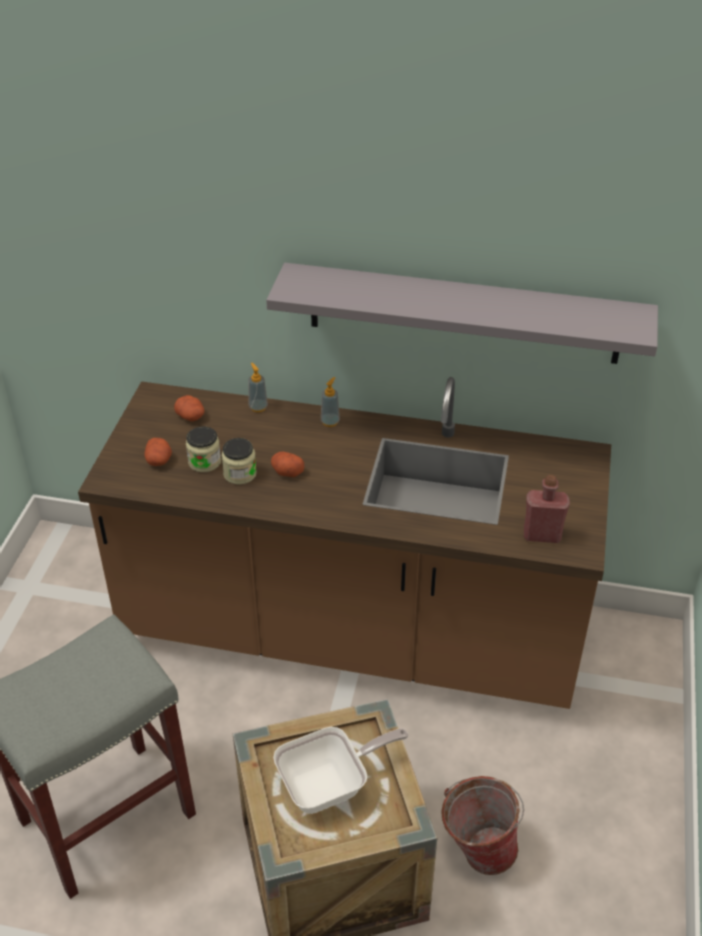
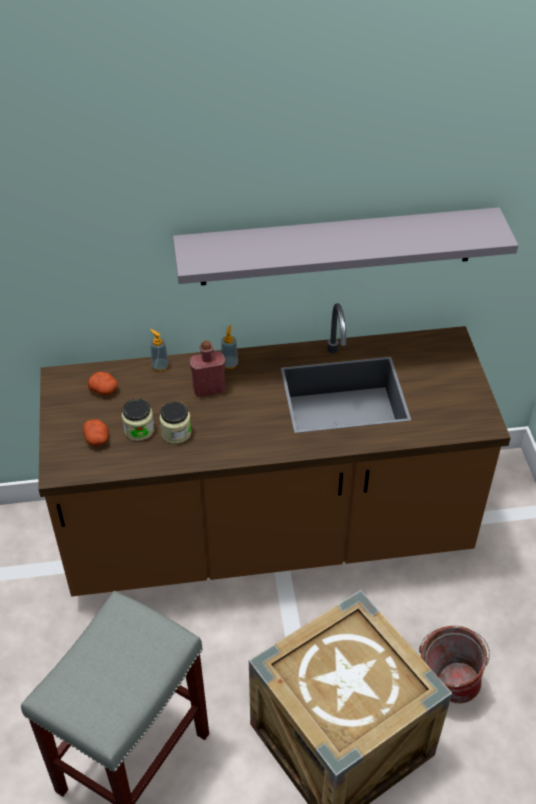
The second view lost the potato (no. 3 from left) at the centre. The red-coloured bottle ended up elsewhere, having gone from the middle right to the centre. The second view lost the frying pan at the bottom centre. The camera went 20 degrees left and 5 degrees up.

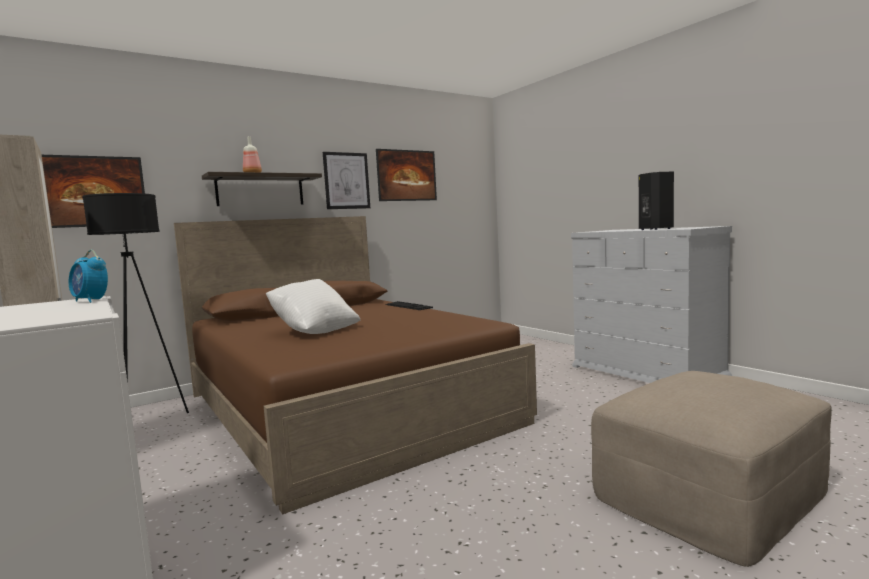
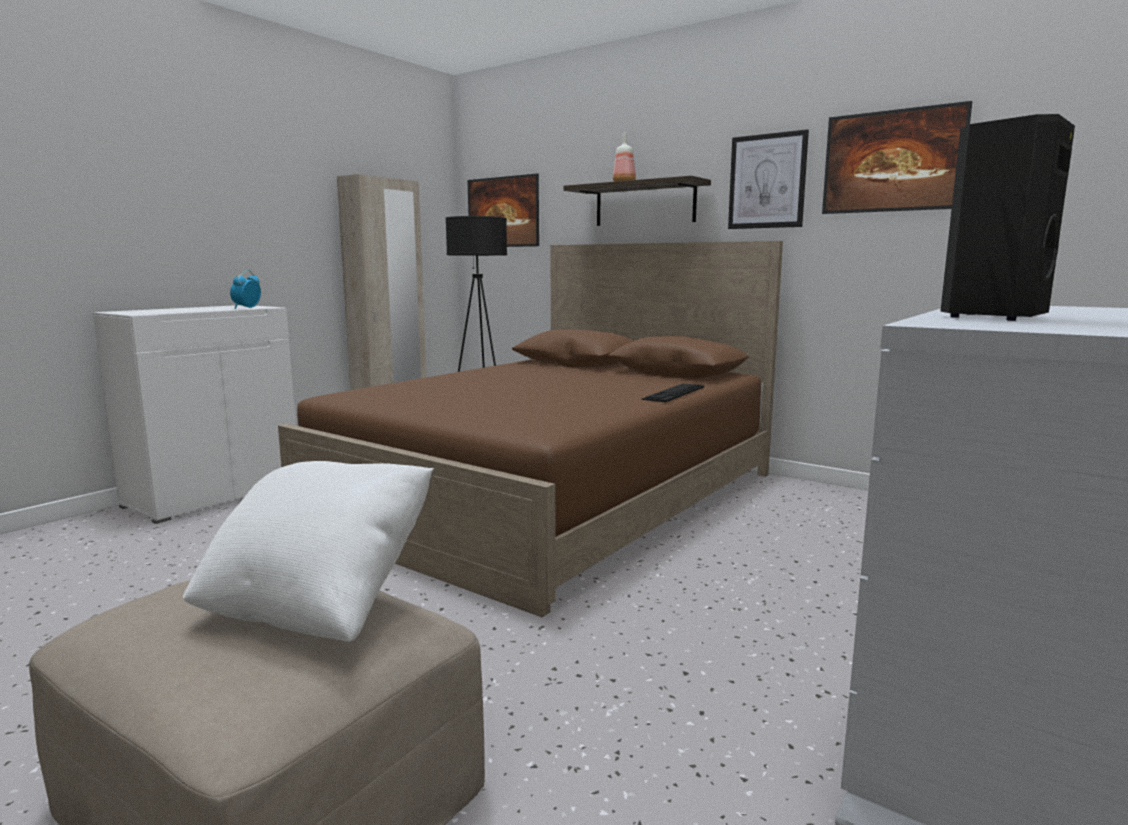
The white-coloured cushion ended up elsewhere, having gone from the centre to the bottom left. The camera went 70 degrees right and 5 degrees up.

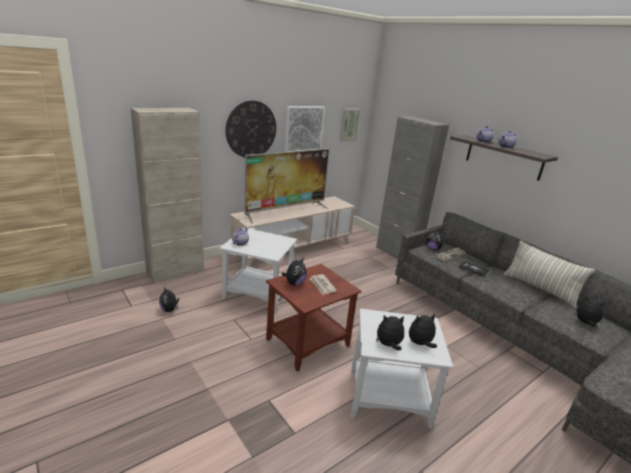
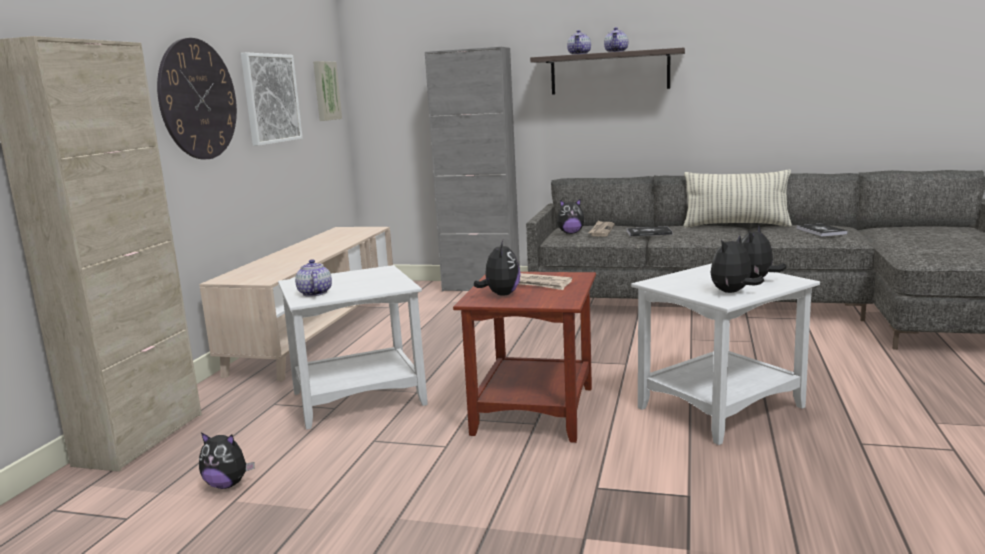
The second view lost the TV set at the centre. Where the cuddly toy (no. 6 from left) stood at the middle right, the book (no. 2 from left) came to stand at the middle right. The camera went 35 degrees left and 10 degrees down.

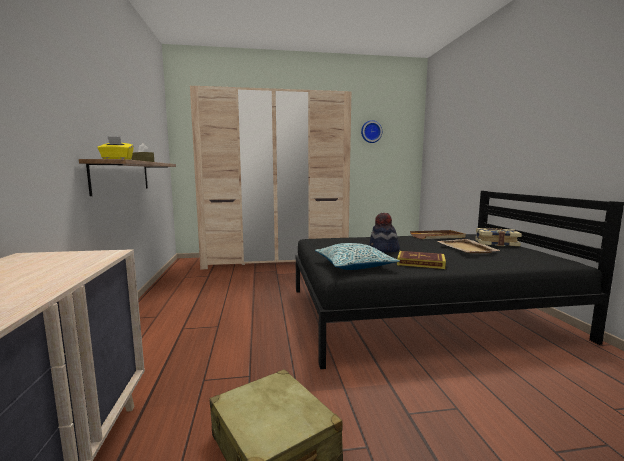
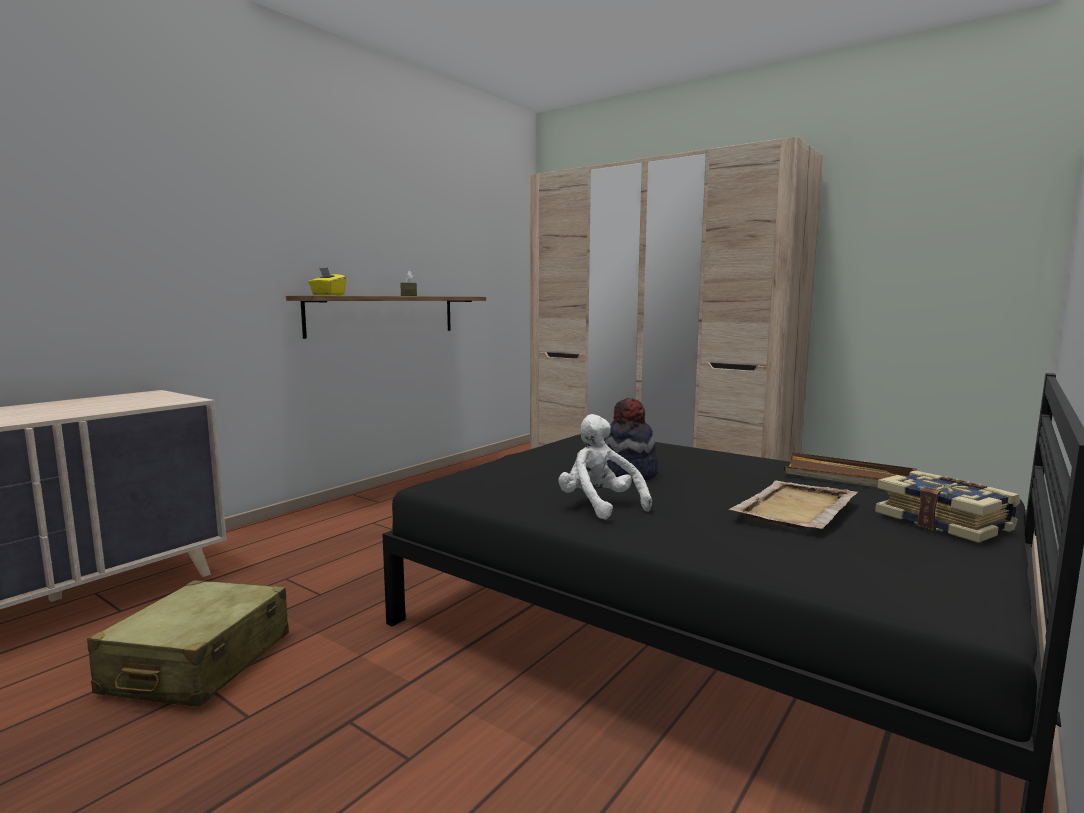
The second view lost the wall clock at the top centre. The second view lost the cushion at the centre. Where the book (no. 1 from left) stood at the middle right, the white-coloured cuddly toy came to stand at the centre. The camera went 45 degrees right and 0 degrees up.

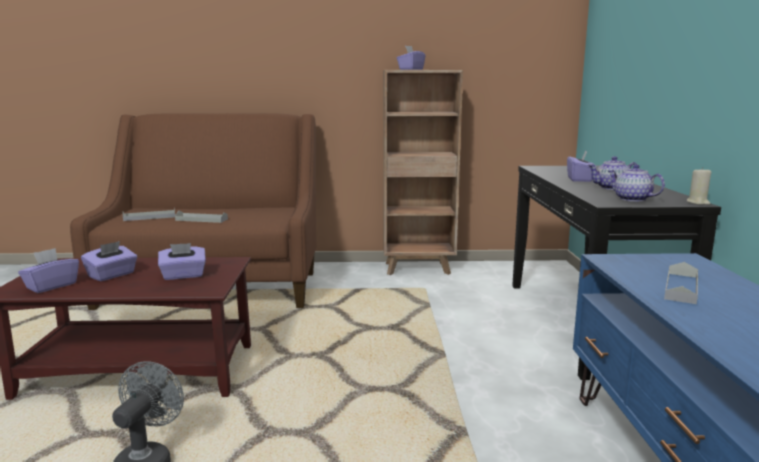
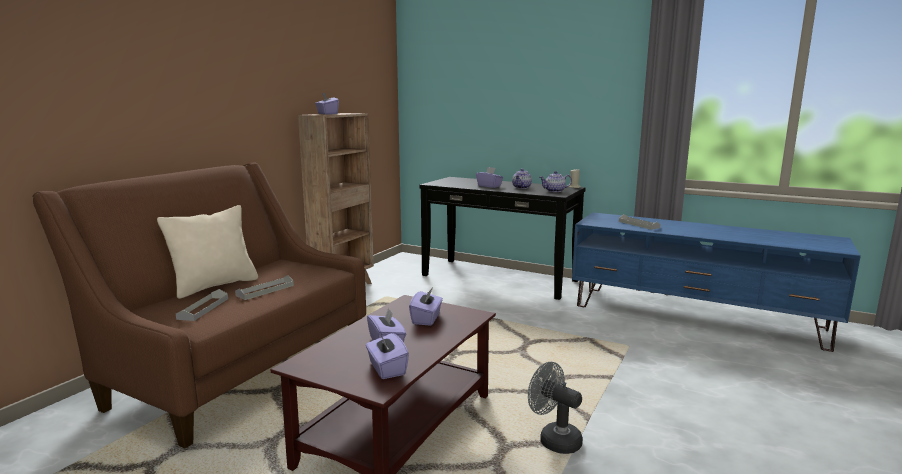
The second view gained the beige-coloured cushion at the middle left. The camera went 60 degrees left and 0 degrees up.

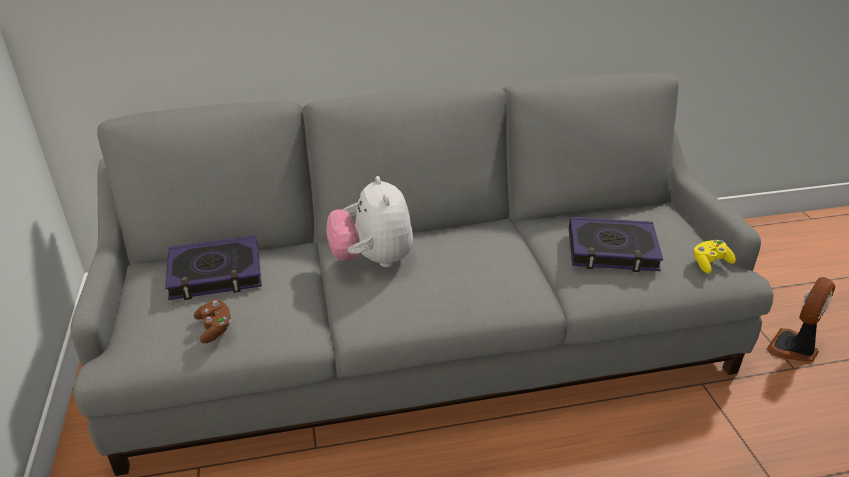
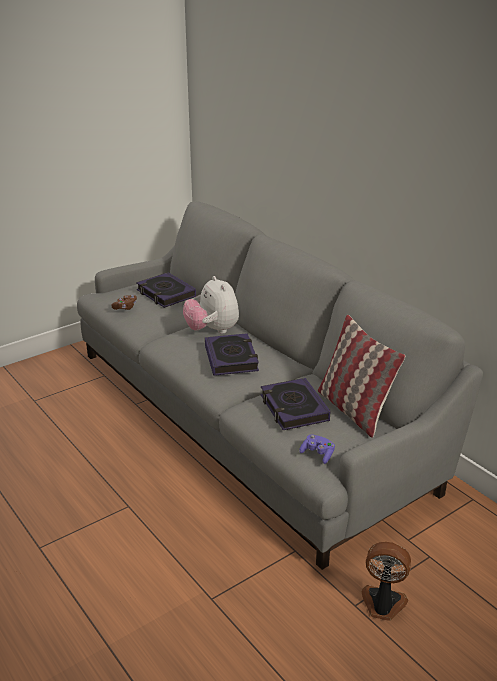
The cuddly toy at the centre ended up facing another way, 75 degrees counterclockwise from before. What was the yellow game controller at the middle right turned into the purple game controller at the centre. The second view gained the cushion at the middle right. The second view gained the book (no. 2 from left) at the centre. The camera went 65 degrees right and 5 degrees down.

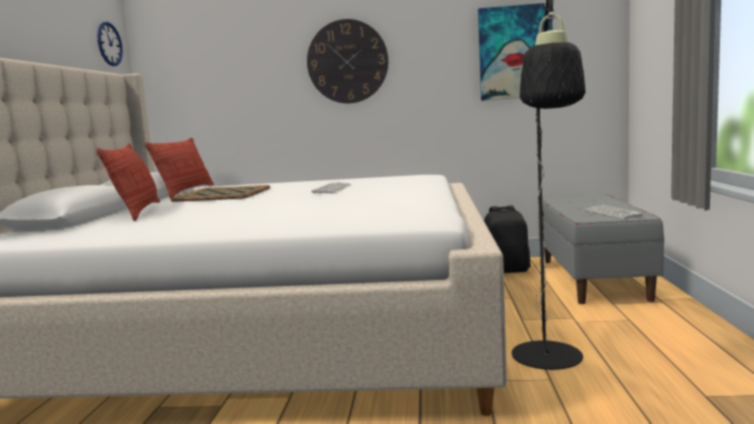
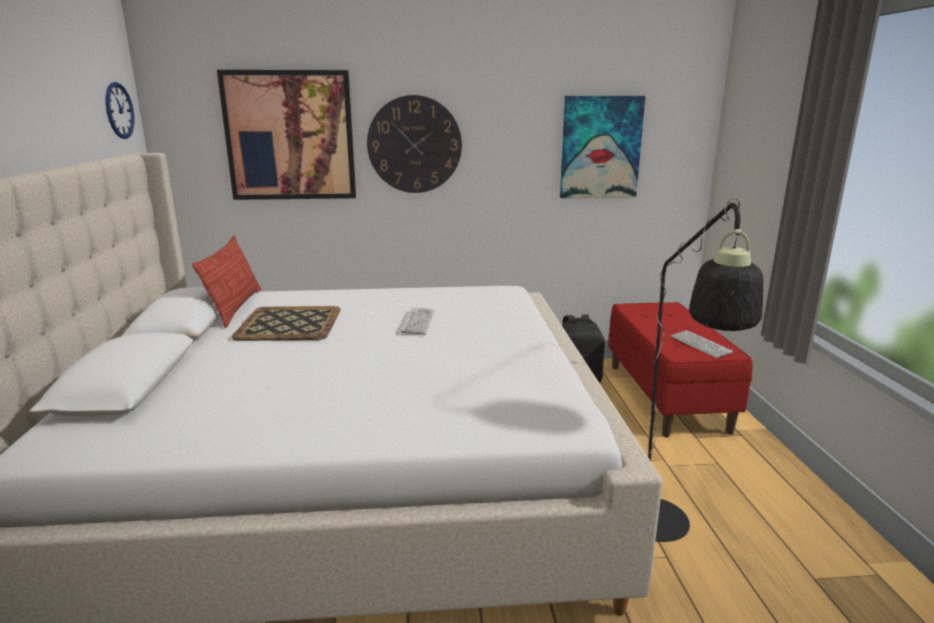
The second view lost the cushion (no. 1 from left) at the middle left. What was the grey indoor bench at the middle right turned into the red-coloured indoor bench at the middle right. The second view gained the wall art (no. 1 from left) at the top left. The camera went 10 degrees left and 10 degrees up.

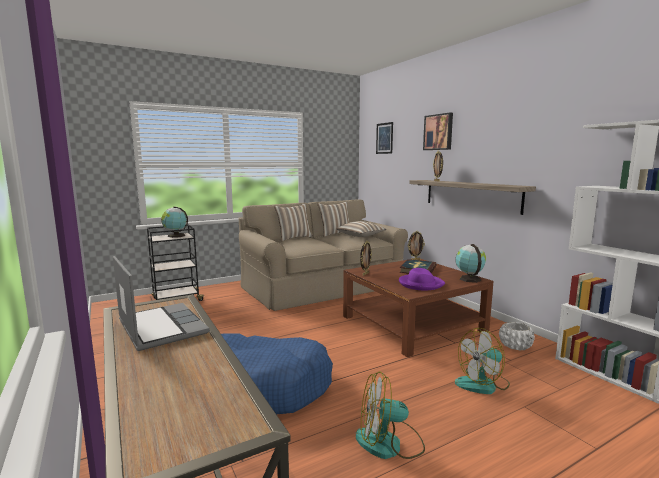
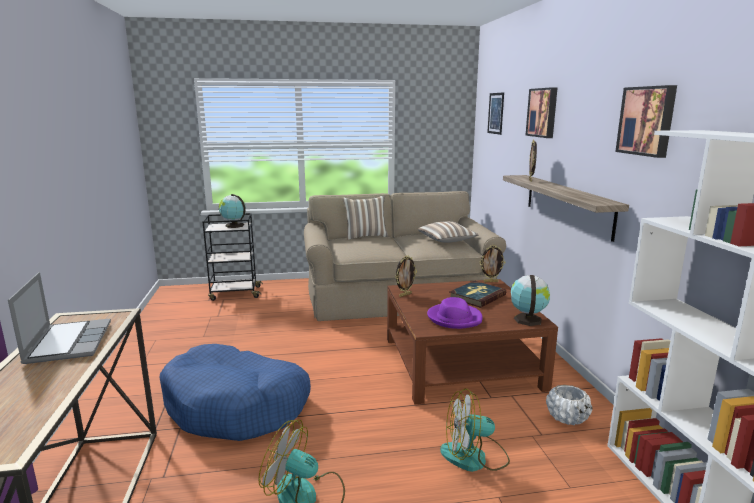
The second view lost the cushion (no. 2 from left) at the centre. The second view gained the wall art (no. 3 from left) at the top right. The camera went 20 degrees right and 5 degrees up.

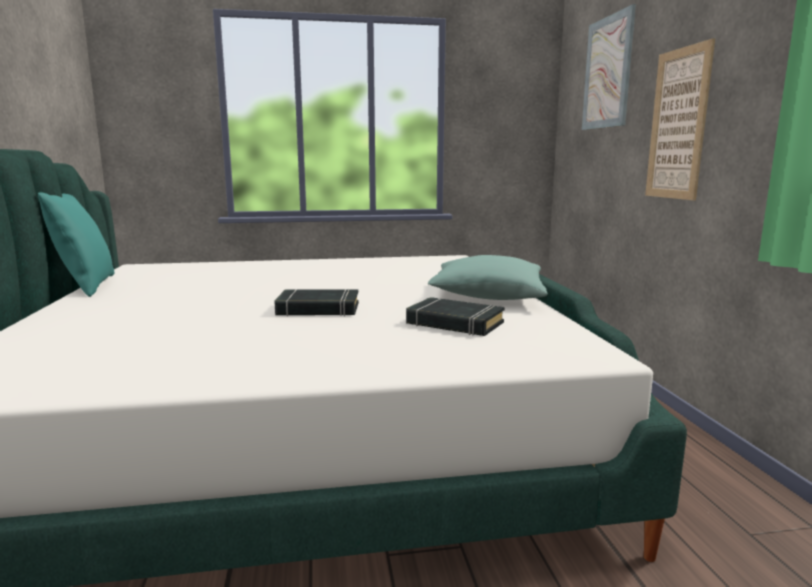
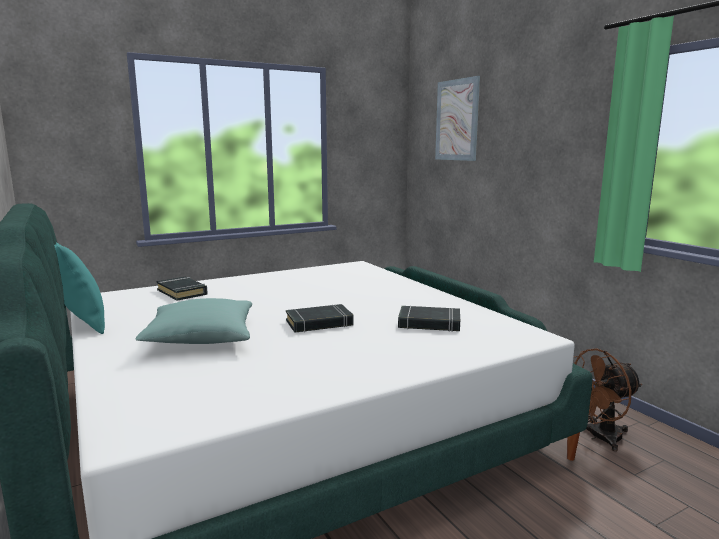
The second view lost the wall art (no. 2 from left) at the top right. The turquoise cushion (no. 2 from left) ended up elsewhere, having gone from the centre to the middle left. The second view gained the black book (no. 1 from left) at the middle left. The second view gained the brown fan at the bottom right. The camera went 20 degrees left and 0 degrees up.

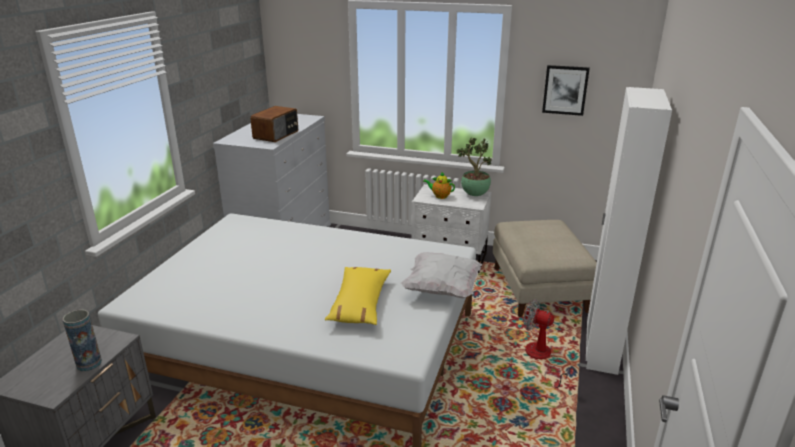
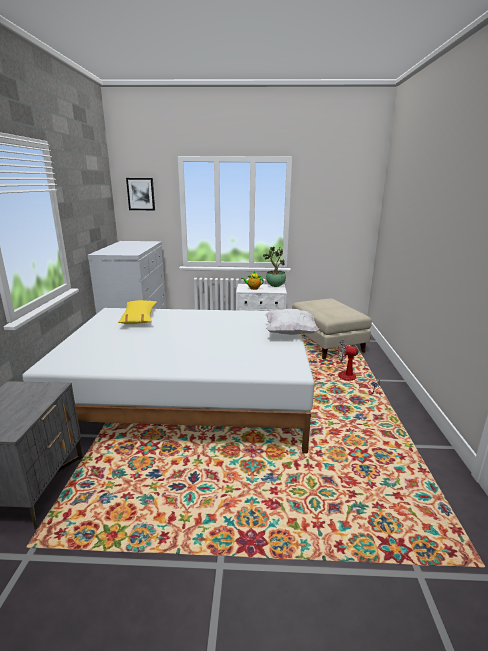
The wall art ended up elsewhere, having gone from the top right to the top left. The second view lost the white-coloured armoire at the middle right. The second view lost the radio receiver at the top centre. The yellow cushion ended up elsewhere, having gone from the centre to the middle left. The second view lost the flower vase at the bottom left. The camera went 15 degrees left and 5 degrees down.

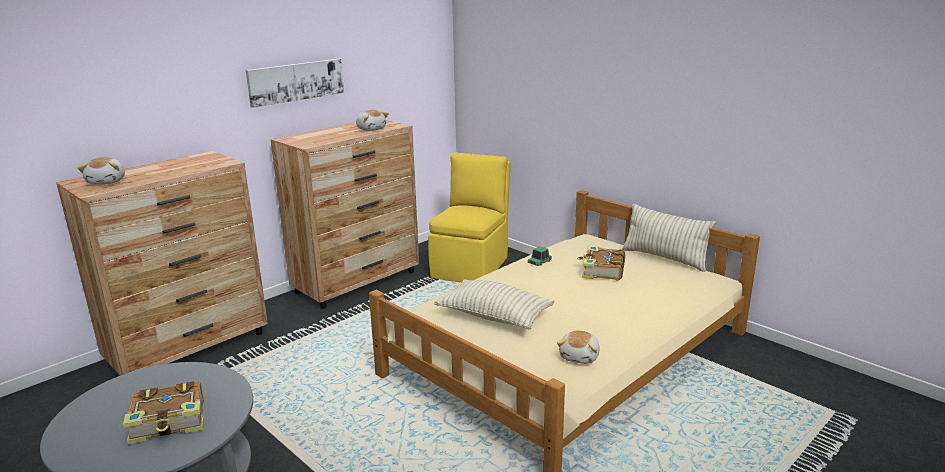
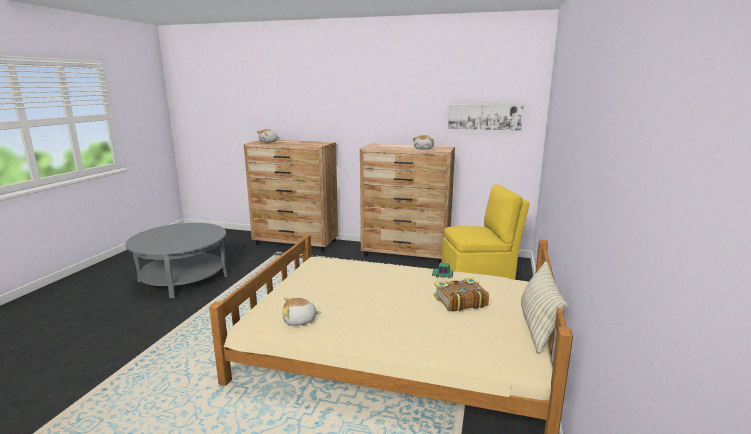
The wall art ended up elsewhere, having gone from the top left to the top centre. The second view lost the cushion (no. 1 from left) at the centre. The second view lost the book (no. 1 from left) at the bottom left. The camera went 60 degrees right and 5 degrees down.

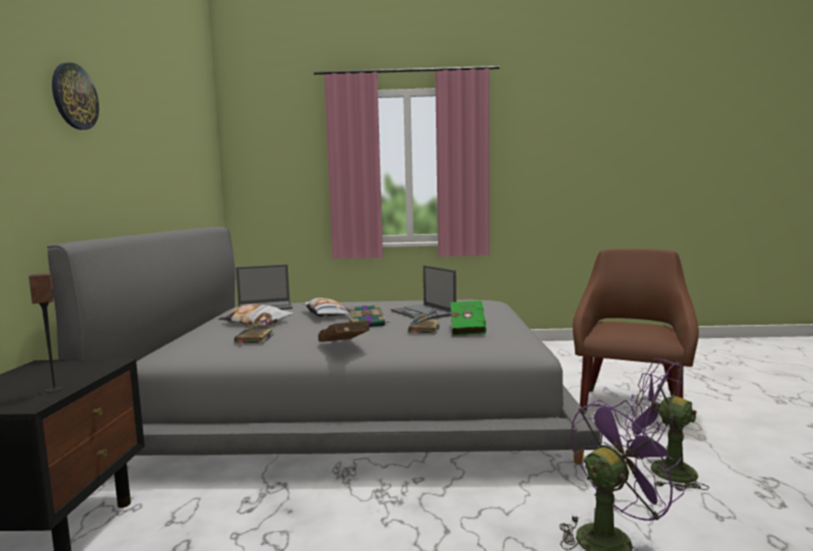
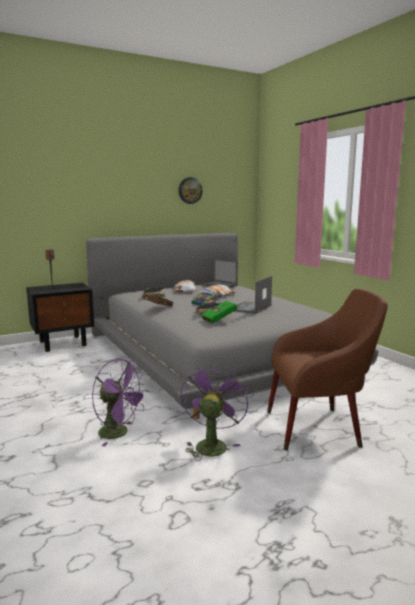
The wall clock ended up elsewhere, having gone from the top left to the top centre. The camera went 60 degrees right and 5 degrees up.

